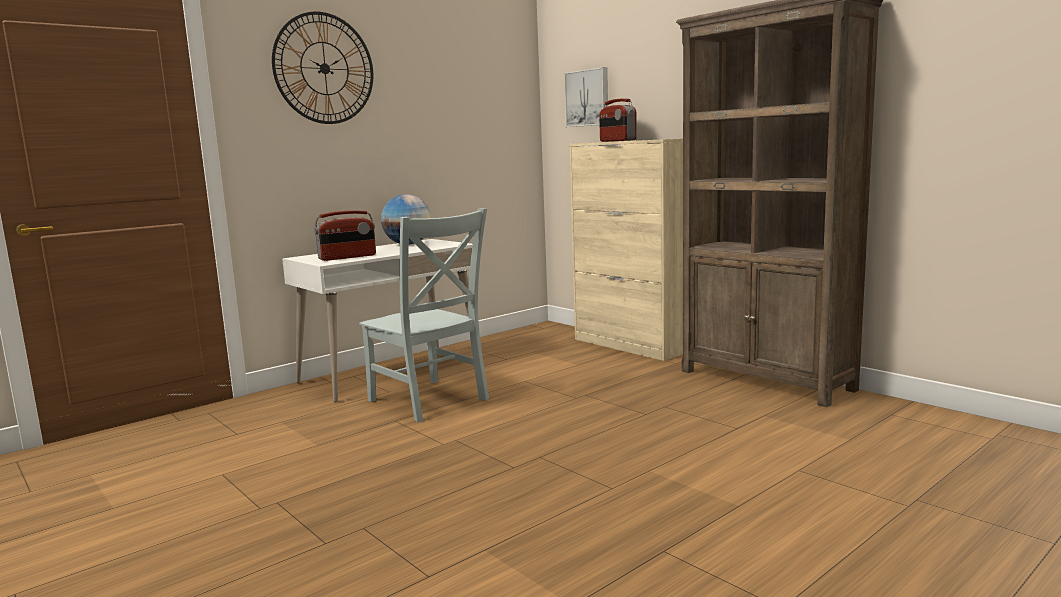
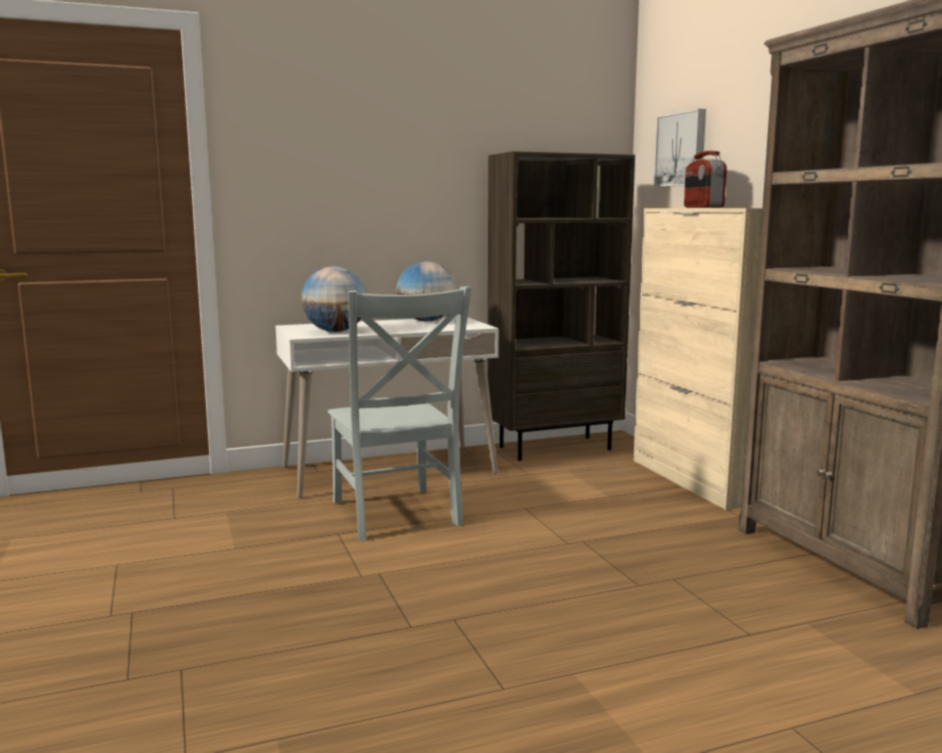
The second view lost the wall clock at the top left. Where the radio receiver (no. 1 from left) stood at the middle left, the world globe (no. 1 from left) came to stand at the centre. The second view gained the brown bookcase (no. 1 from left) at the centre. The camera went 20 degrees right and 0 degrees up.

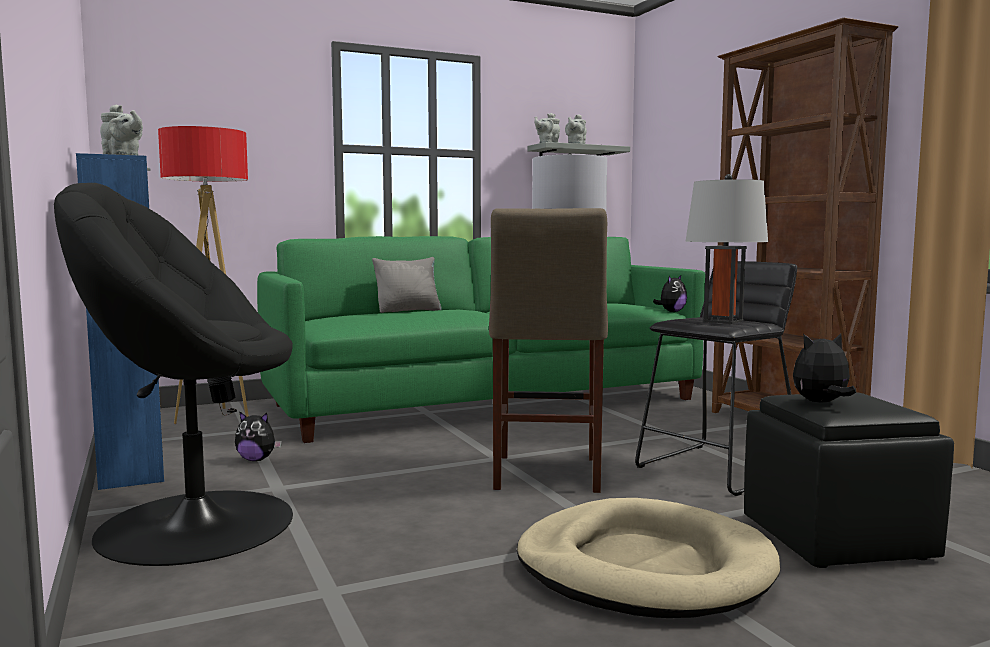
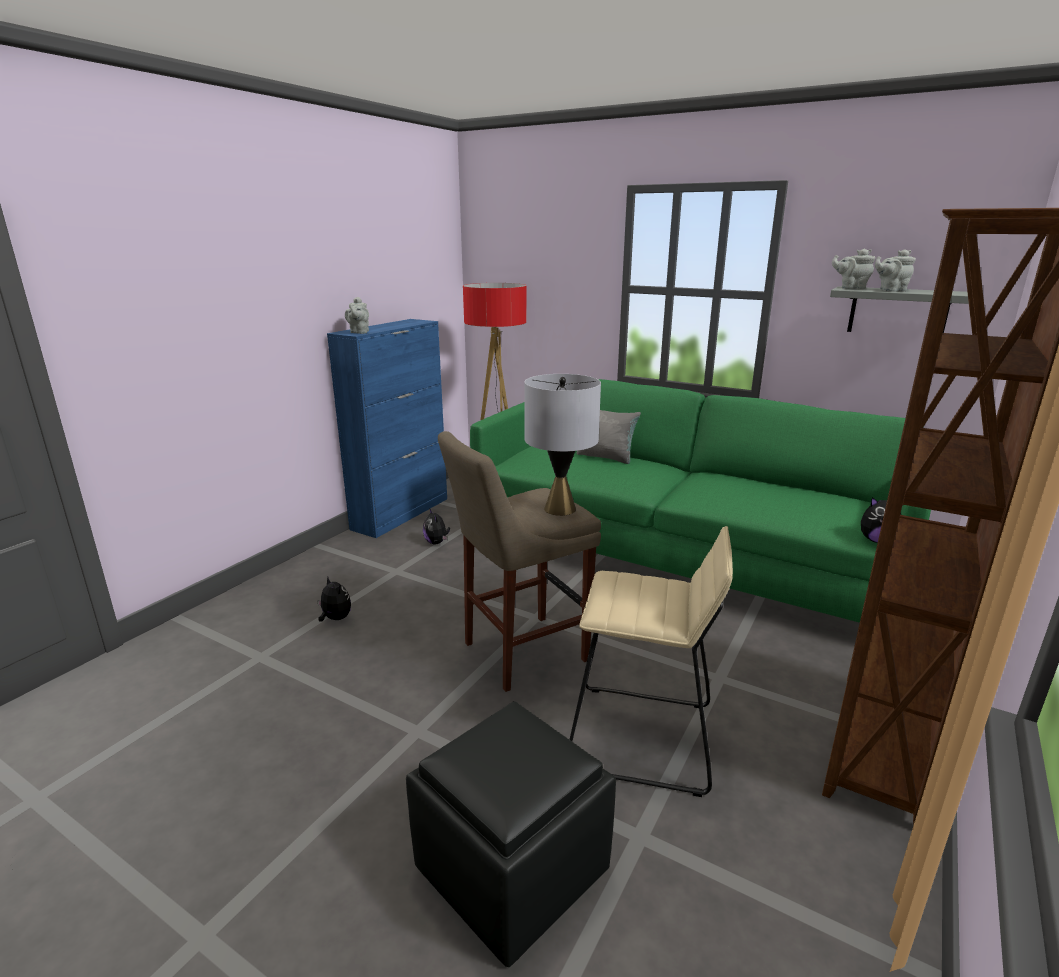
The second view lost the grey table lamp (no. 2 from left) at the middle right. The second view lost the black lounge chair at the middle left. What was the black sitting stool at the middle right turned into the beige-coloured sitting stool (no. 2 from left) at the bottom centre. The cuddly toy (no. 3 from left in the first image) ended up elsewhere, having gone from the middle right to the middle left. The second view lost the beige-coloured dog cushion at the bottom centre. The camera went 55 degrees right and 15 degrees up.

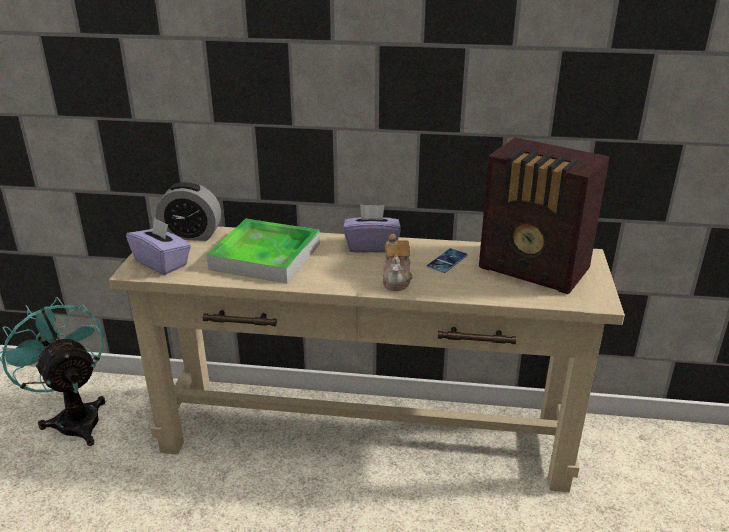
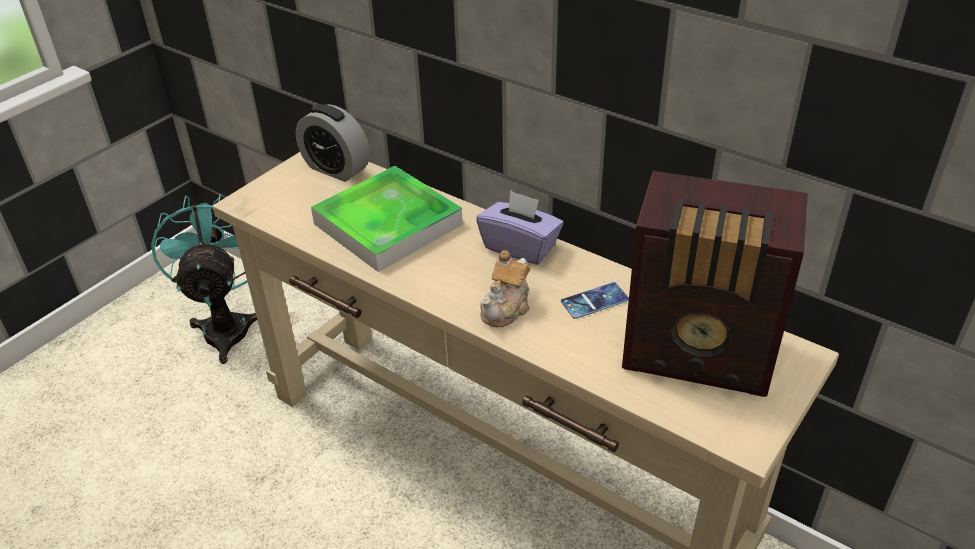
The radio receiver at the middle right ended up facing another way, 45 degrees counterclockwise from before. The second view lost the purple tissue holder (no. 1 from left) at the middle left. The camera went 30 degrees right and 10 degrees up.

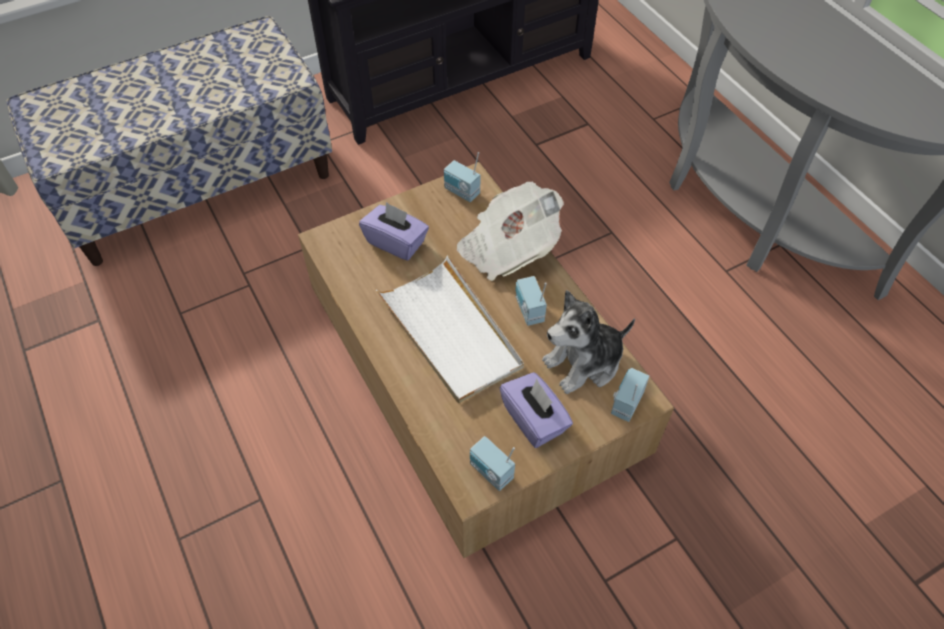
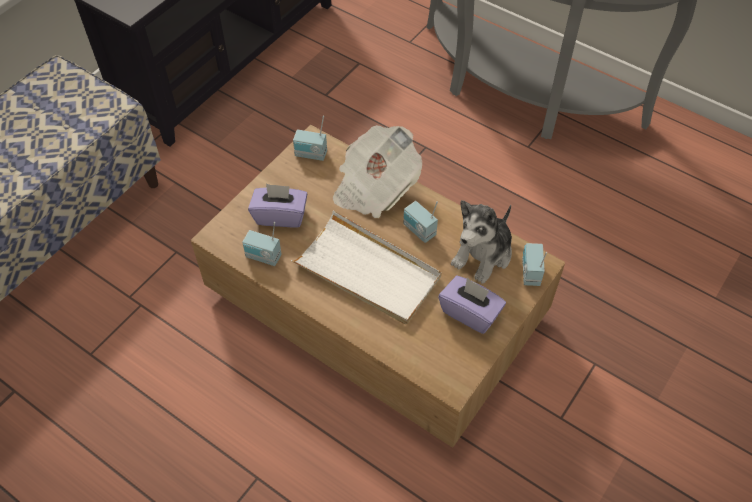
The radio receiver (no. 2 from left in the first image) ended up elsewhere, having gone from the bottom centre to the centre. The camera went 25 degrees left and 0 degrees up.

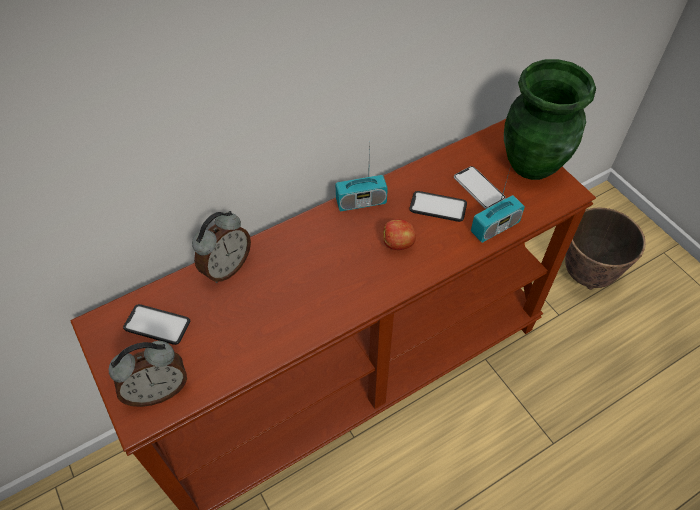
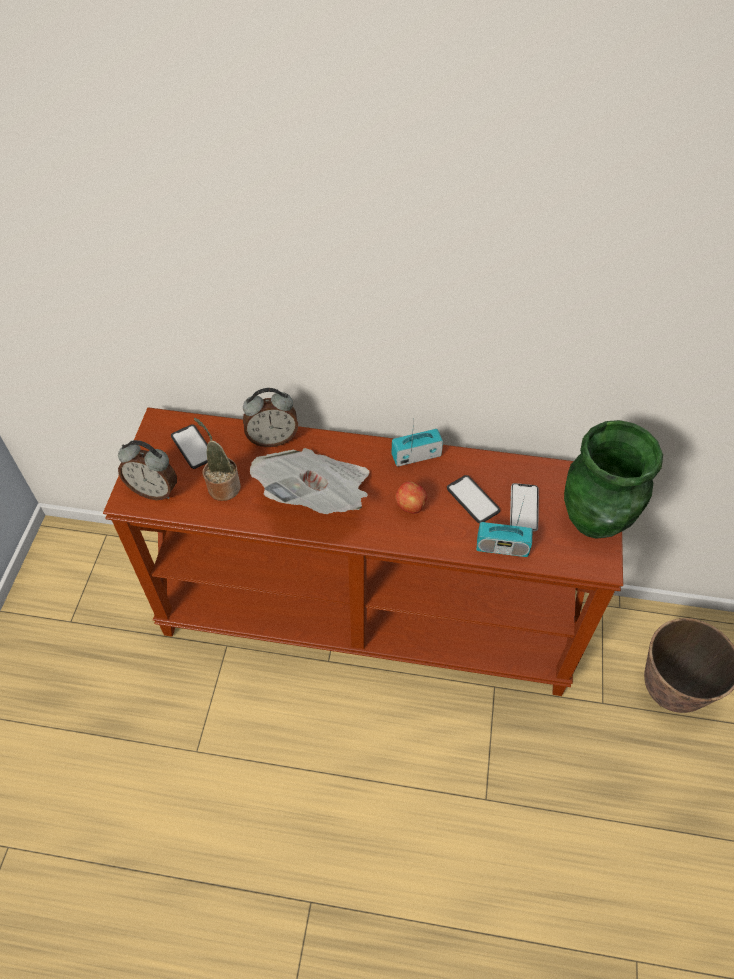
The radio receiver (no. 1 from left) at the centre ended up facing another way, 135 degrees clockwise from before. The second view gained the houseplant at the middle left. The second view gained the daily paper at the centre. The camera went 40 degrees right and 0 degrees up.

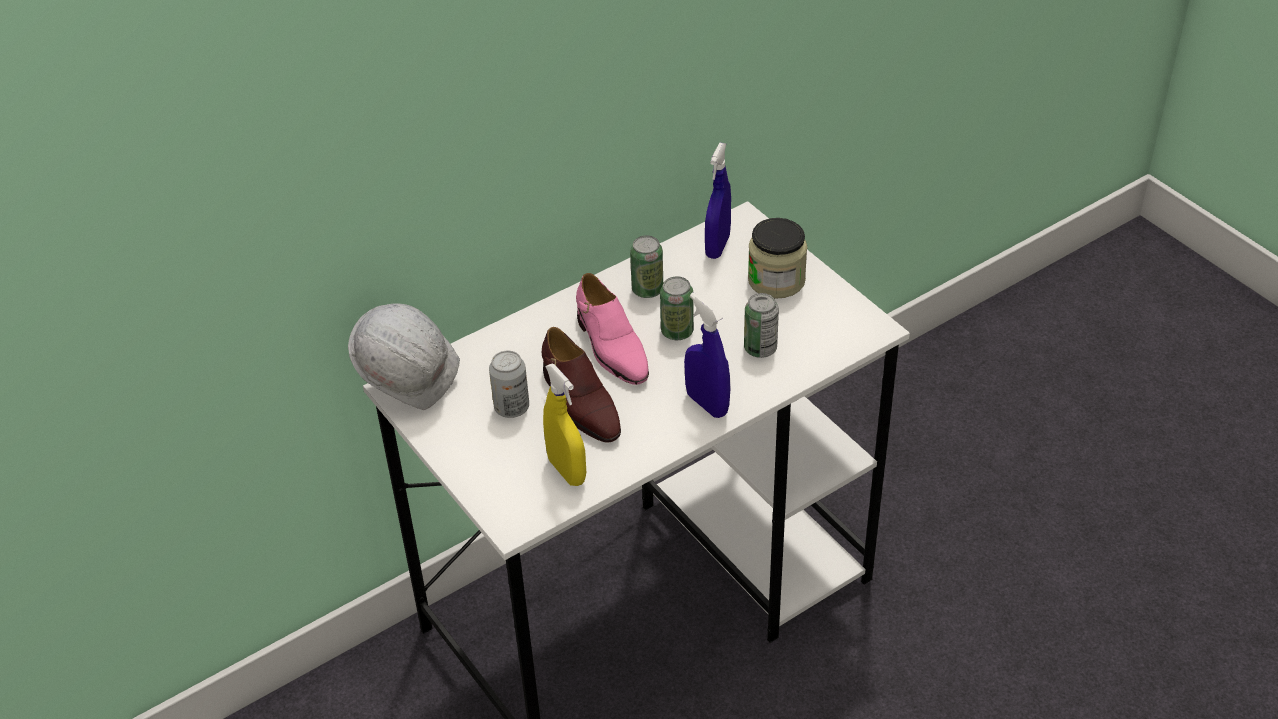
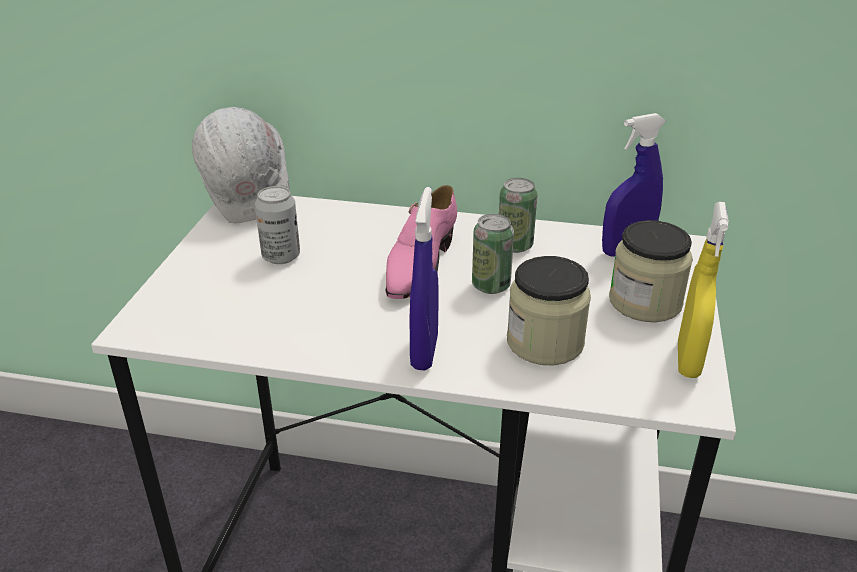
Where the can (no. 4 from left) stood at the centre, the jar (no. 1 from left) came to stand at the centre. The second view lost the brown item of footwear at the centre. The yellow hand sprayer ended up elsewhere, having gone from the centre to the middle right. The camera went 45 degrees right and 10 degrees down.

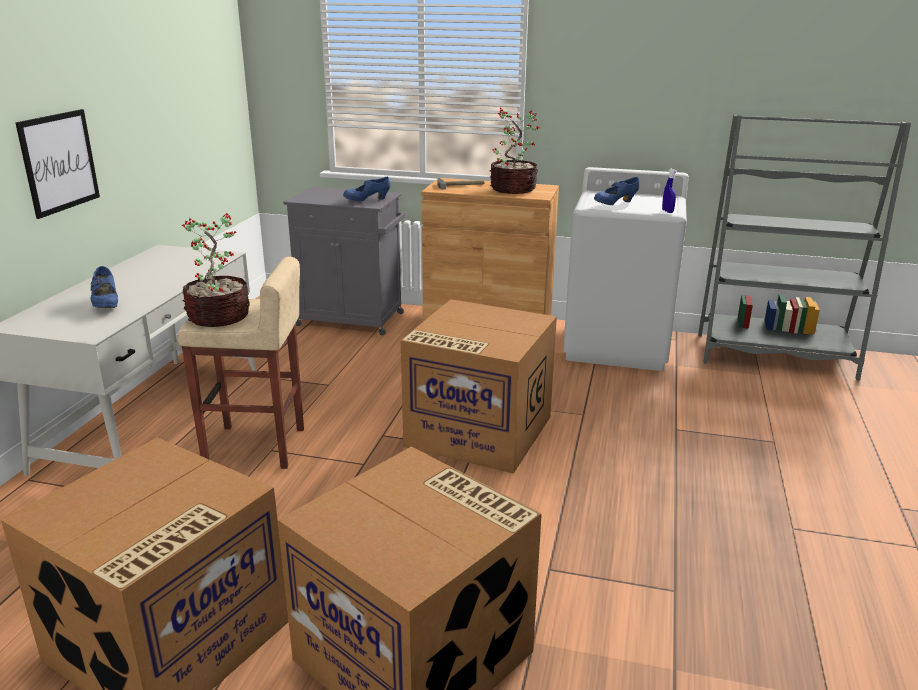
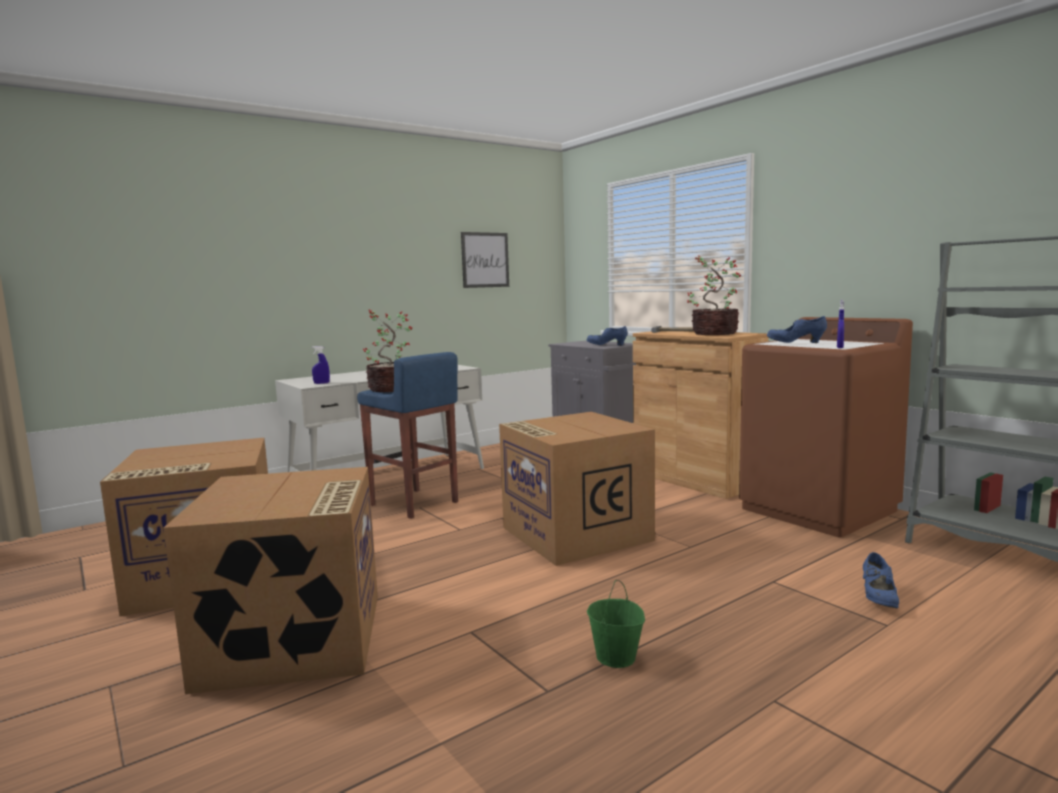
The wall art ended up elsewhere, having gone from the top left to the top centre. What was the white-coloured laundry appliance at the middle right turned into the brown laundry appliance at the middle right. What was the beige-coloured sitting stool at the middle left turned into the bluish sitting stool at the centre. The bluish item of footwear (no. 1 from left in the first image) ended up elsewhere, having gone from the middle left to the bottom right. The second view gained the bluish hand sprayer (no. 1 from left) at the middle left. The second view gained the green-coloured pail at the bottom centre. The camera went 40 degrees right and 15 degrees down.

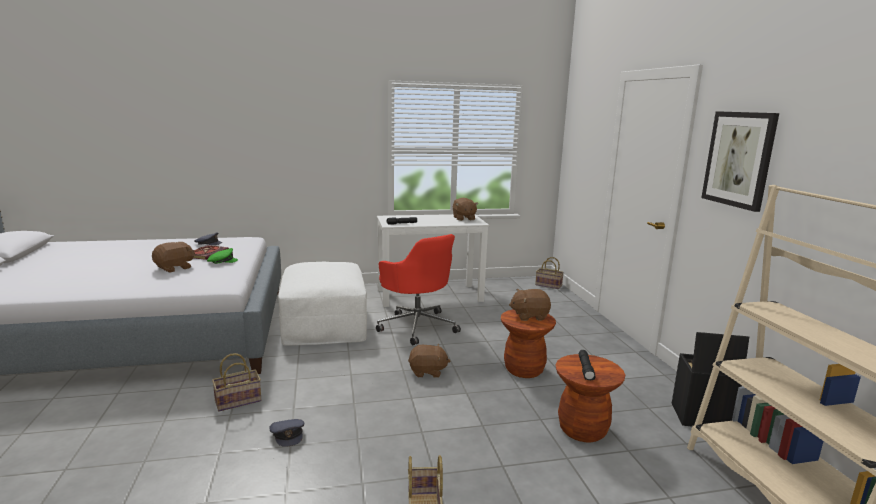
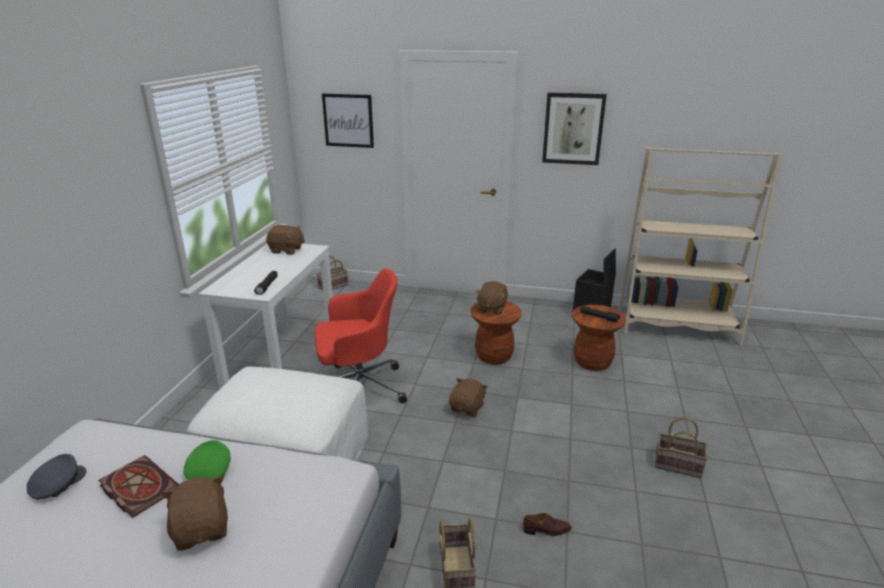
Where the grey baseball cap (no. 2 from left) stood at the bottom left, the brown item of footwear came to stand at the bottom centre. The second view gained the wall art (no. 1 from left) at the top centre. The camera went 65 degrees left and 10 degrees up.

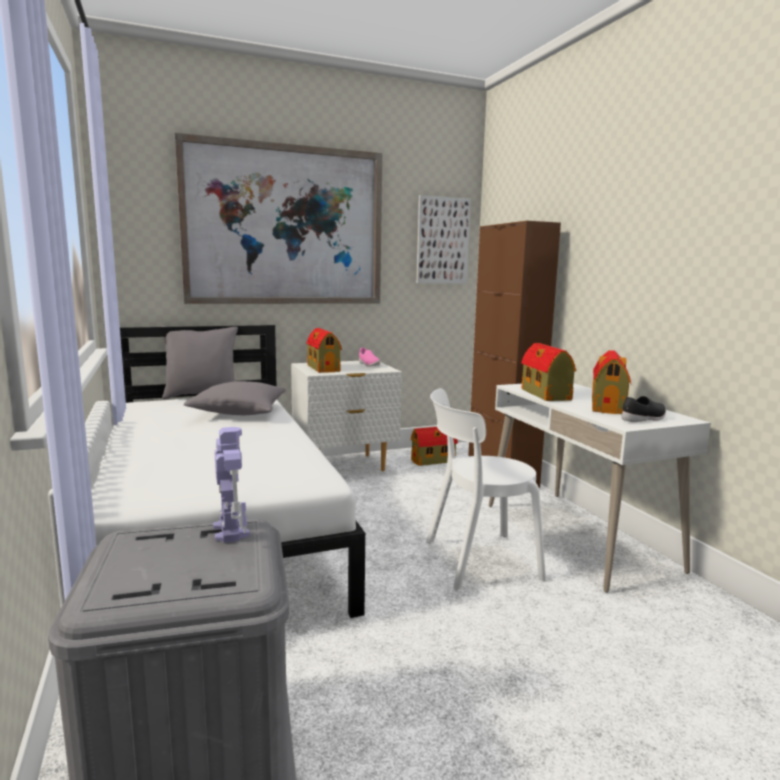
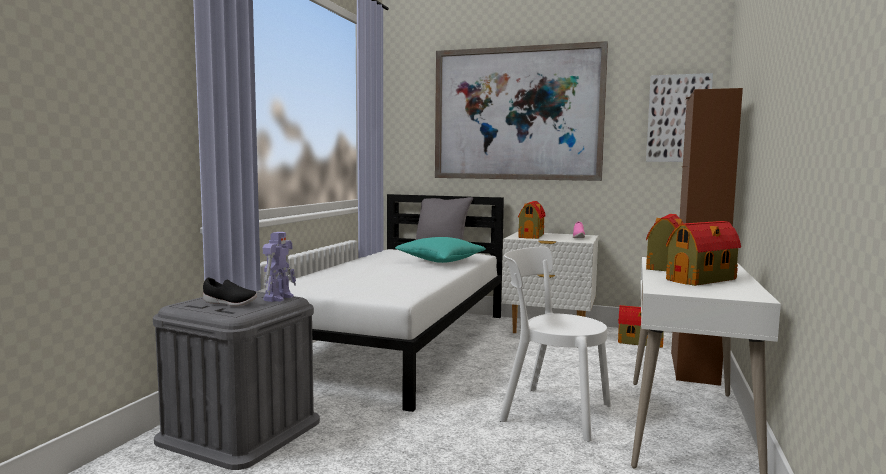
What was the grey cushion (no. 2 from left) at the middle left turned into the turquoise cushion at the centre. The black item of footwear ended up elsewhere, having gone from the middle right to the middle left. The camera went 40 degrees right and 5 degrees down.

